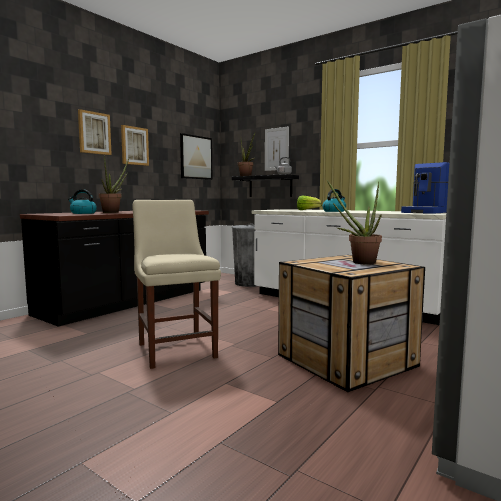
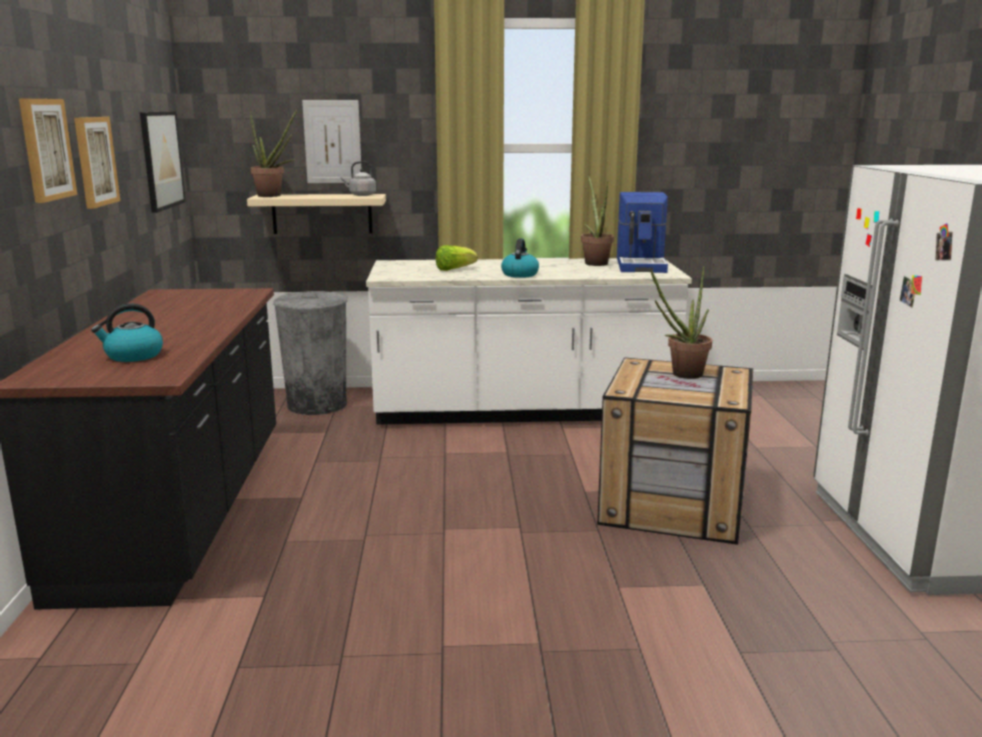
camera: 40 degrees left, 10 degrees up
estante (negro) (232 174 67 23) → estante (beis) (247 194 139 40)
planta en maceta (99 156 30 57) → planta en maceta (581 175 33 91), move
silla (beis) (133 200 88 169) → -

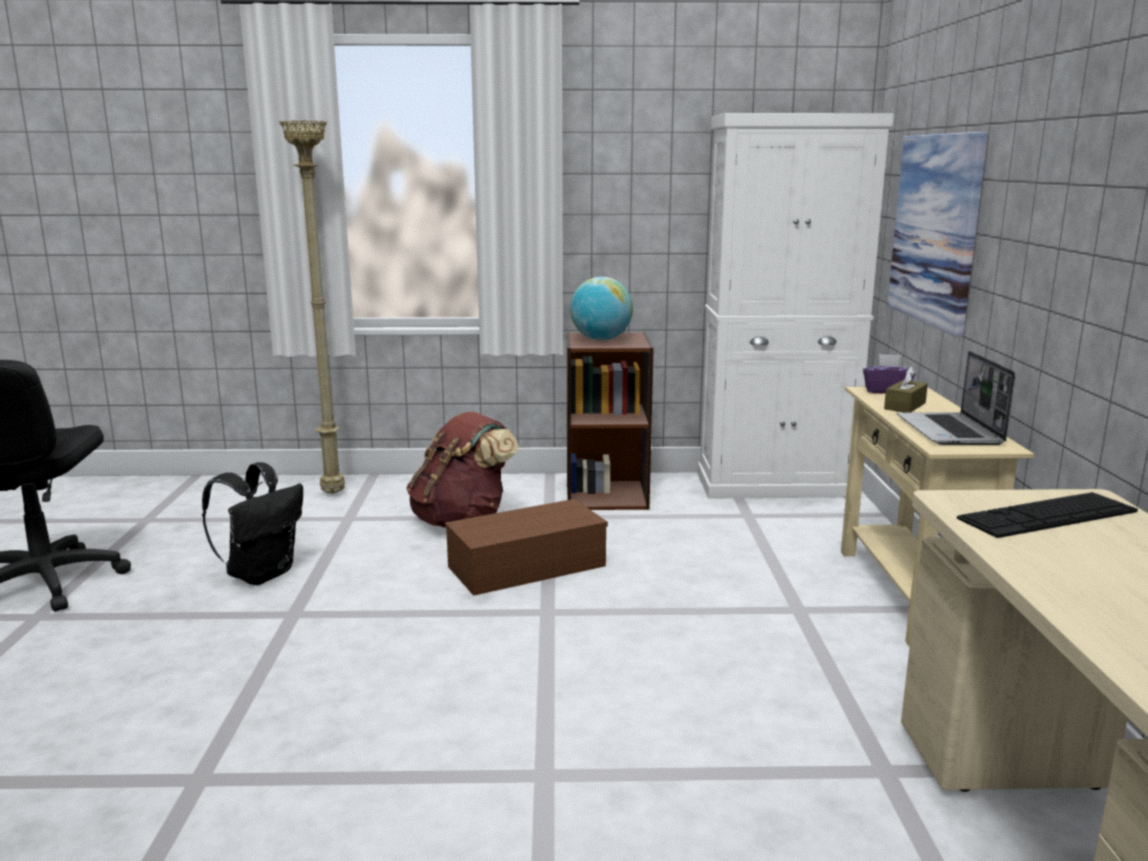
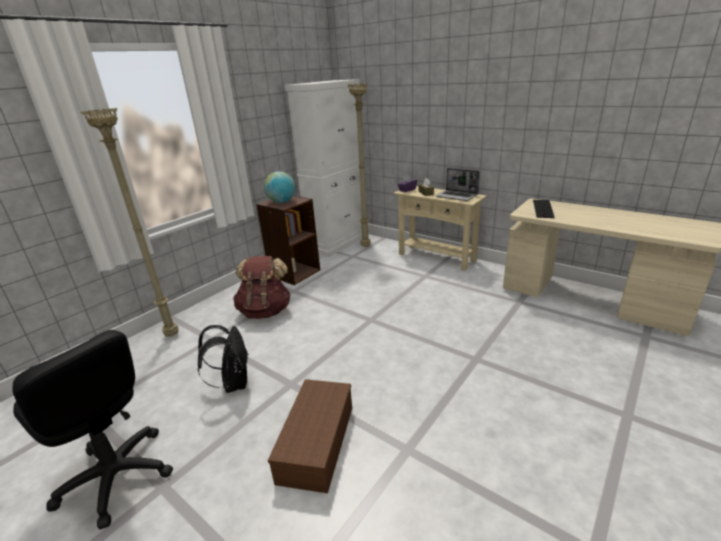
camera: 50 degrees left, 10 degrees up
caja de almacenaje (marrón) (445 499 163 97) → caja de almacenaje (marrón) (268 379 84 114), move
- → lámpara de pie (beis) (347 84 24 163)
cuadro (887 132 101 205) → -

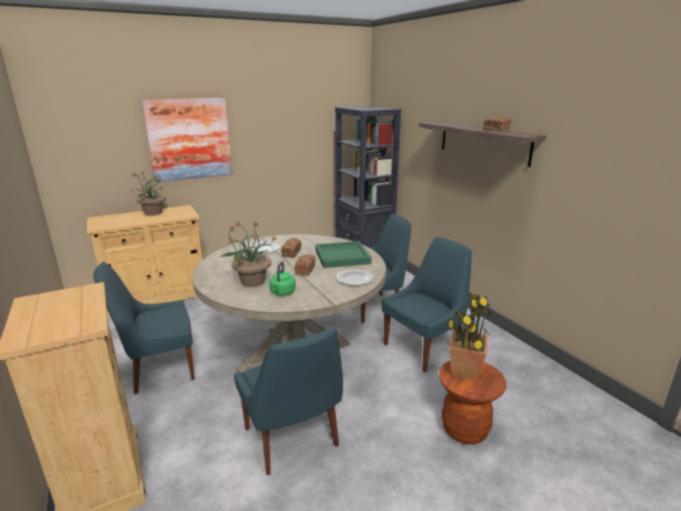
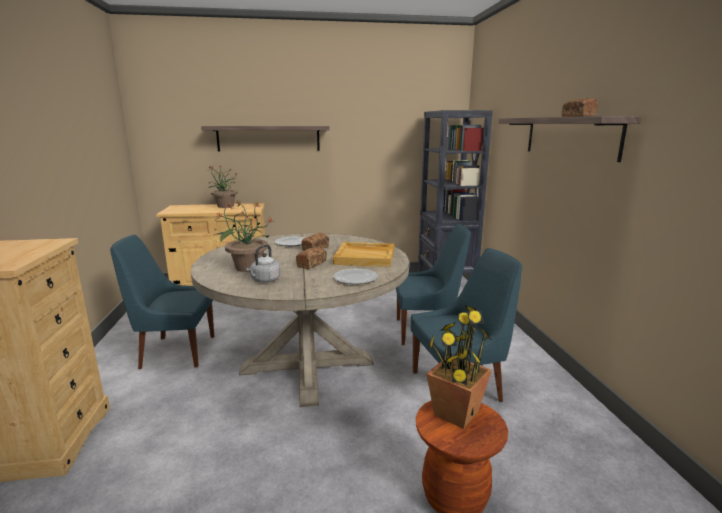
camera: 20 degrees right, 5 degrees down
cuadro (142 98 90 84) → estante (201 126 129 26)
hervidor (verde) (269 261 27 35) → hervidor (gris) (246 244 35 38)
bandeja (verde) (315 241 57 27) → bandeja (beis) (333 242 61 25)
silla (azul) (234 328 109 147) → -

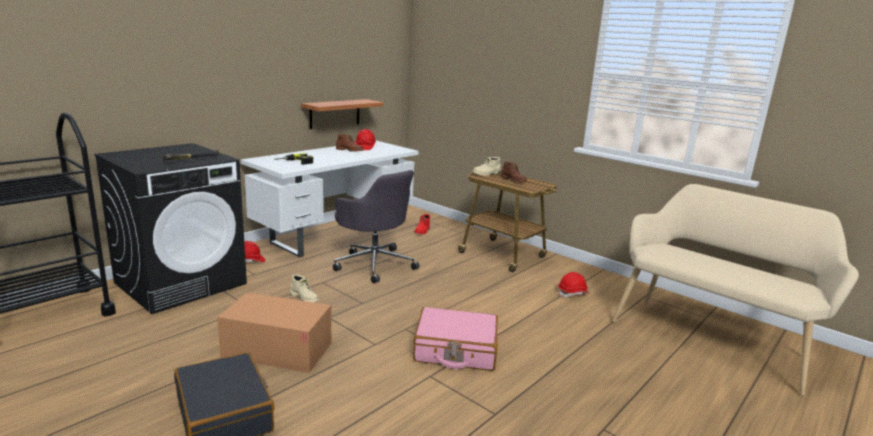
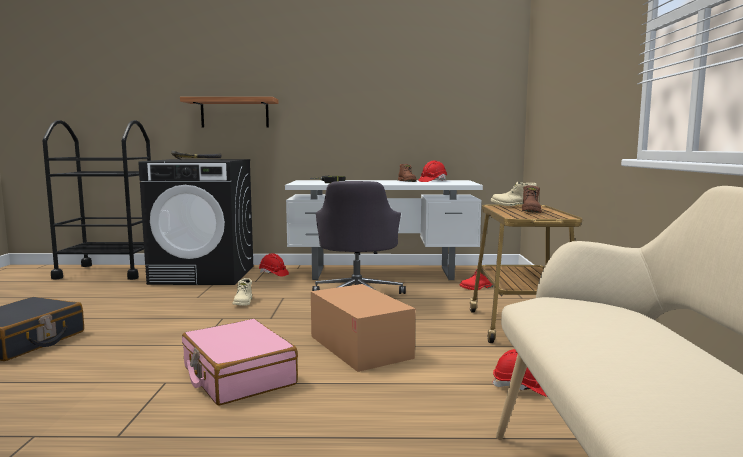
camera: 50 degrees right, 10 degrees down
estante (301 99 82 30) → estante (180 97 98 31), move
caja de cartón (217 292 114 81) → caja de cartón (311 284 104 88), move

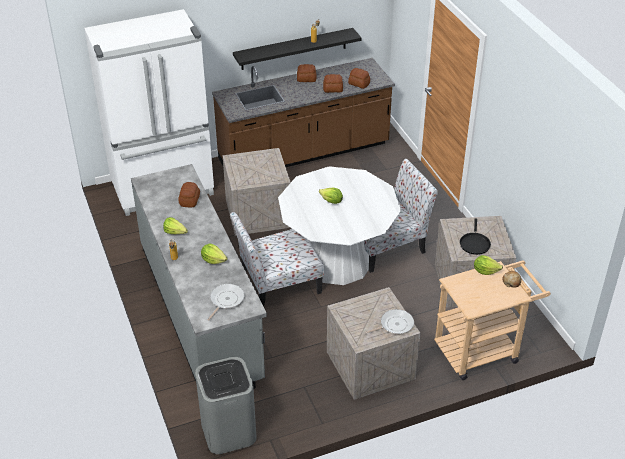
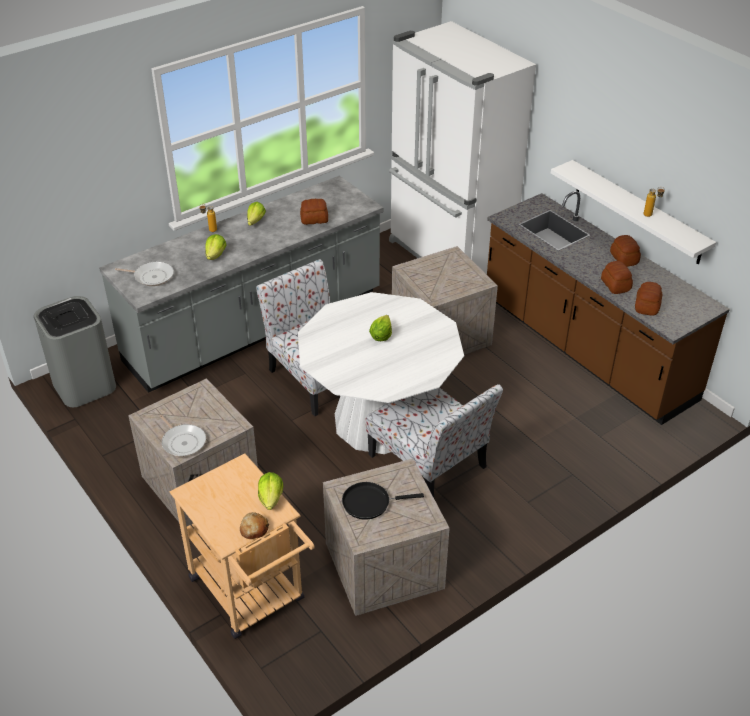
camera: 75 degrees right, 0 degrees up
estante (negro) (233 28 129 42) → estante (blanco) (551 160 165 105)

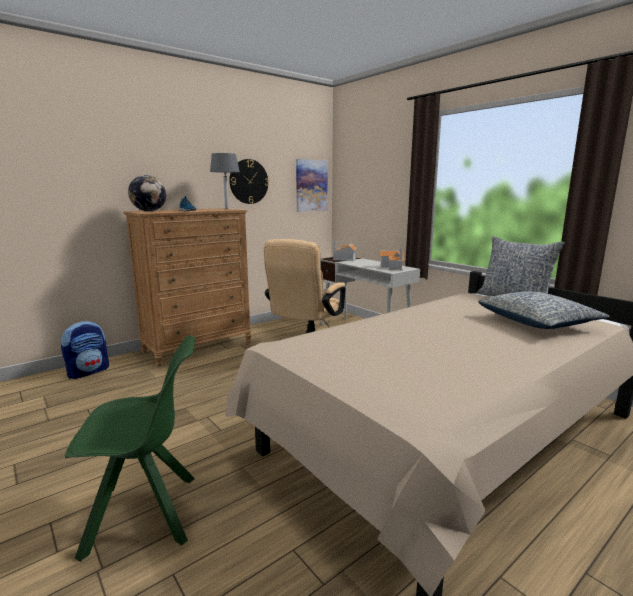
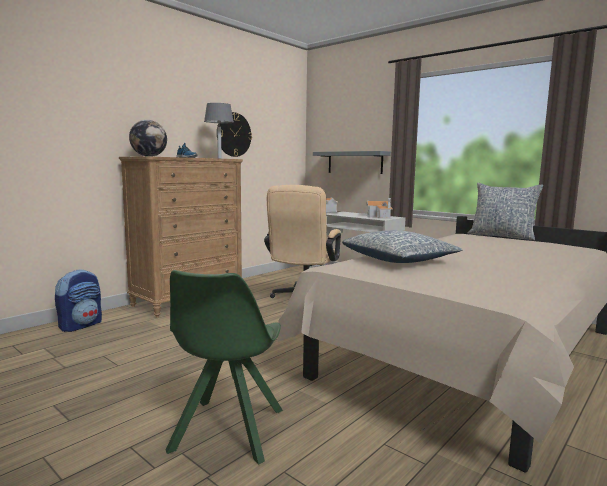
camera: 10 degrees left, 5 degrees down
silla (verde) (65 335 130 227) → silla (verde) (166 270 117 194), 120 degrees clockwise
- → estante (gris) (313 151 78 23)
cojín (478 291 132 38) → cojín (342 230 121 33), move
cuadro (296 159 32 53) → -

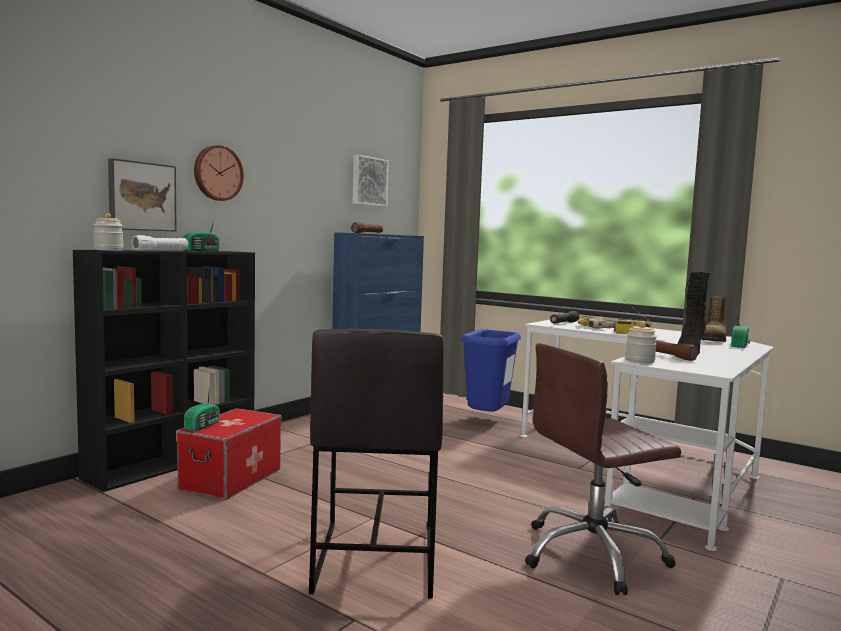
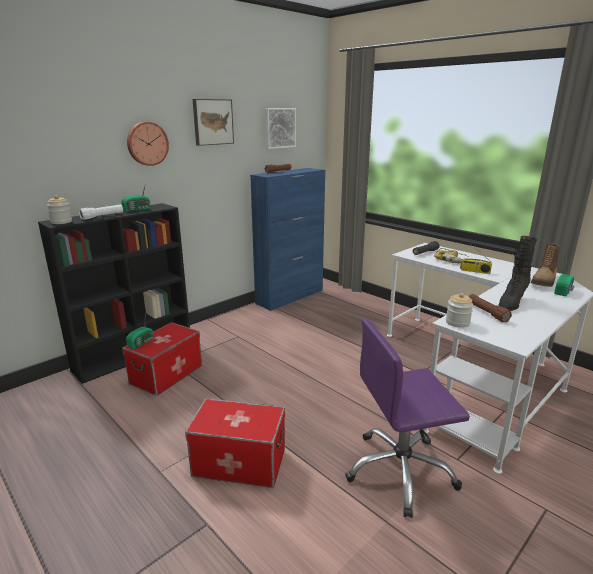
camera: 10 degrees right, 15 degrees up
taburete (gris) (309 329 135 270) → caja de almacenaje (185 398 100 90)
cuadro (108 158 69 74) → cuadro (193 99 41 47), move
silla de oficina (marrón) (525 343 156 252) → silla de oficina (morado) (345 318 125 200)
papelera (azul) (461 329 60 83) → -

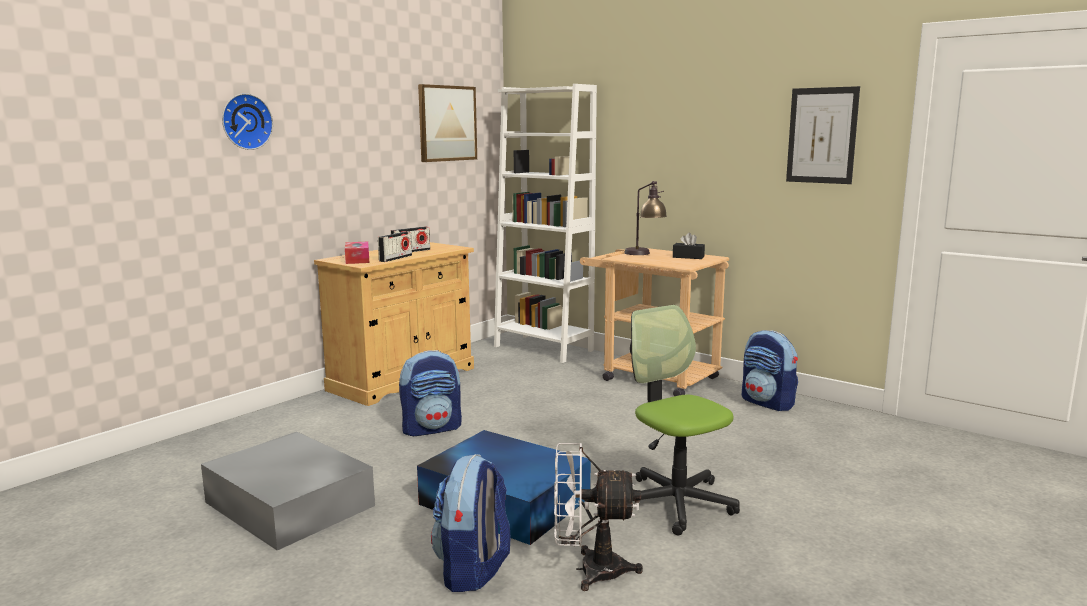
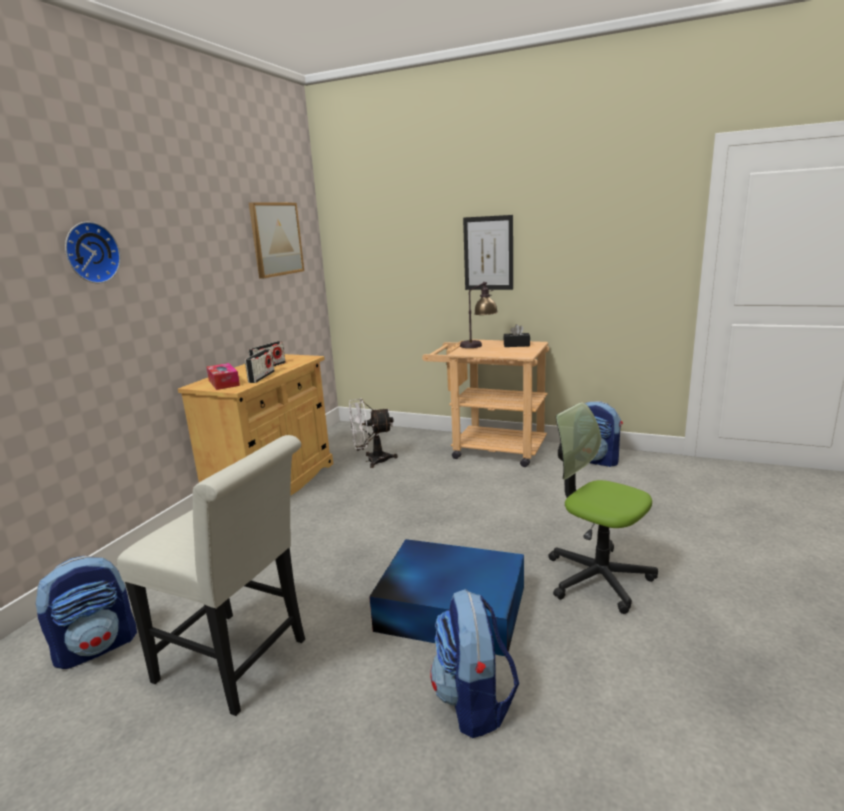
camera: 15 degrees left, 5 degrees up
mochila (399 350 63 86) → mochila (35 556 102 113), move
caja de almacenaje (gris) (201 432 174 119) → silla (blanco) (117 435 188 281)
ventilador (blanco) (554 443 89 148) → ventilador (blanco) (349 398 49 70), move
cuadro (786 86 74 98) → cuadro (463 215 50 75), move
estantería (blanco) (494 84 103 279) → -

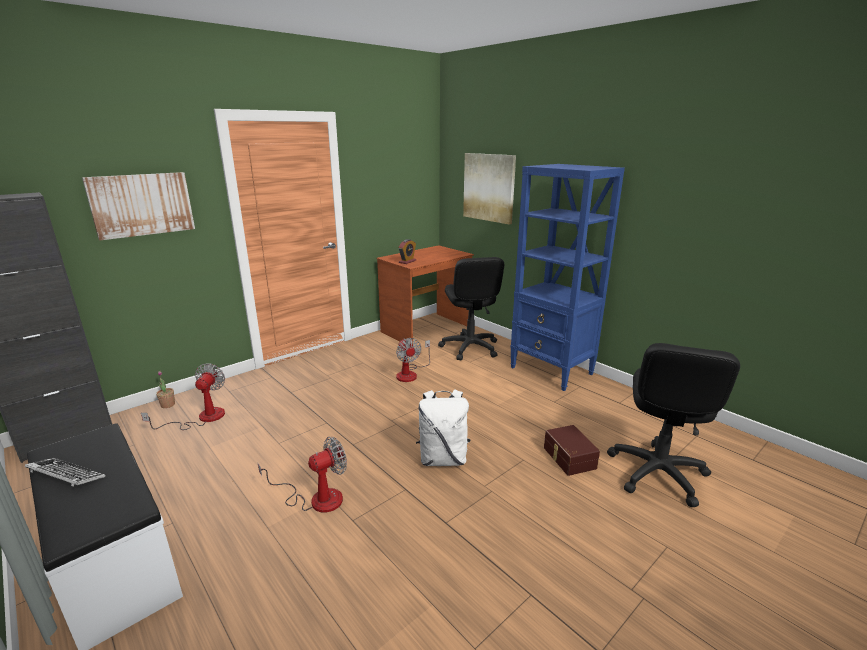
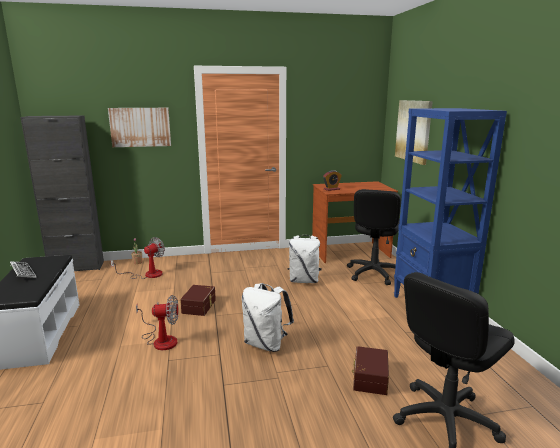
camera: 30 degrees right, 5 degrees down
- → caja de almacenaje (marrón) (180 285 36 31)
ventilador (396 338 34 44) → mochila (blanco) (287 235 35 48)

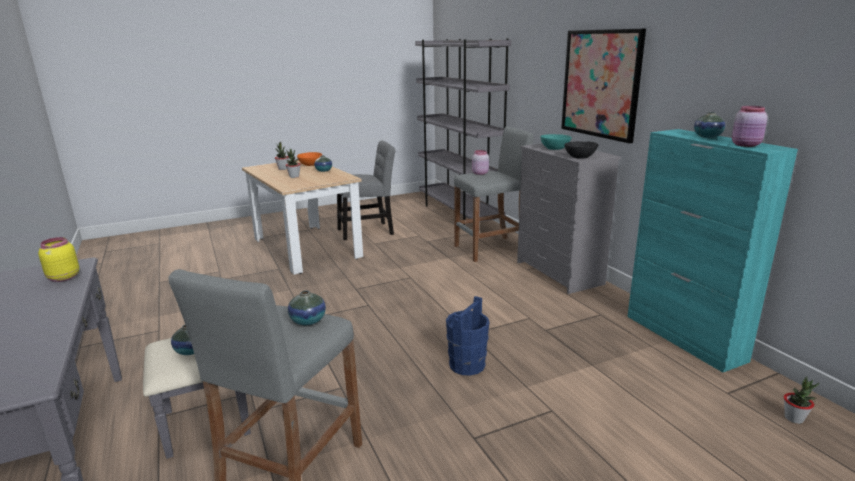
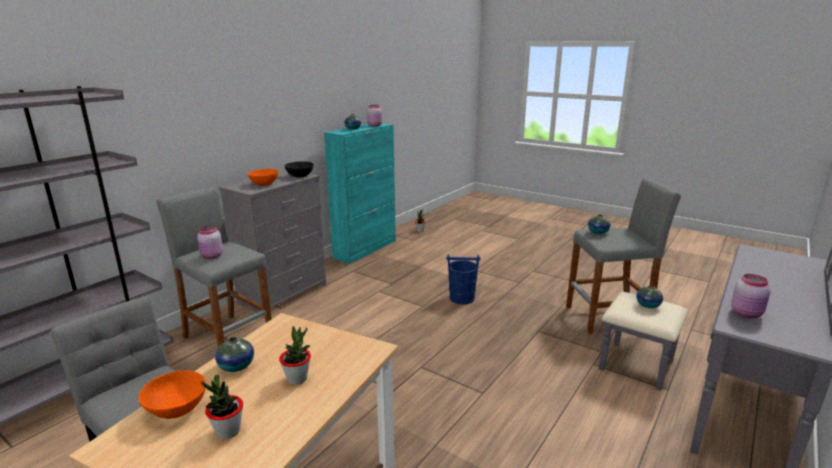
camera: 120 degrees left, 0 degrees up
cuenco (turquesa) (540 134 32 16) → cuenco (naranja) (248 169 31 17)
tarro (amarillo) (38 237 41 45) → tarro (rosa) (731 274 40 44)
cuadro (561 28 85 115) → -

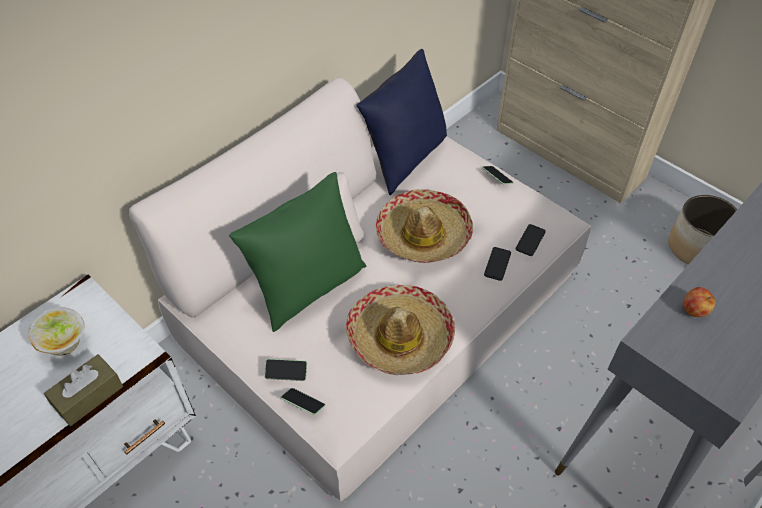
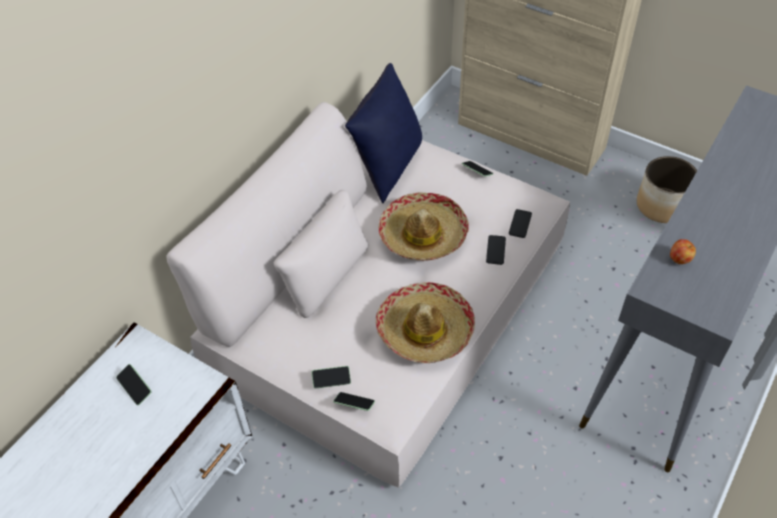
camera: 10 degrees left, 0 degrees up
cuenco (28 307 57 49) → móvil (116 364 35 41)
caja de pañuelos (marrón) (44 354 79 72) → -
cojín (verde) (229 172 138 160) → -

